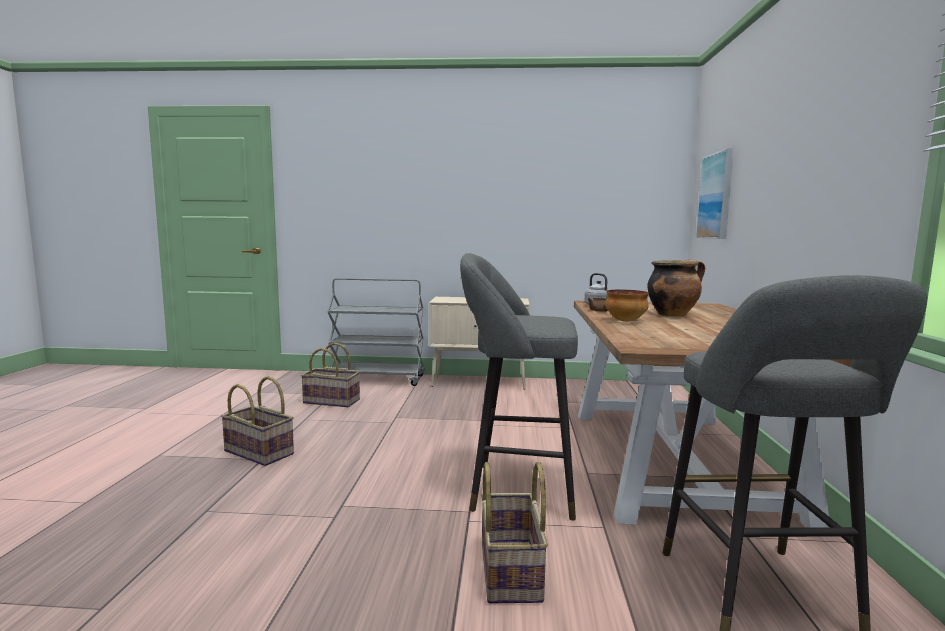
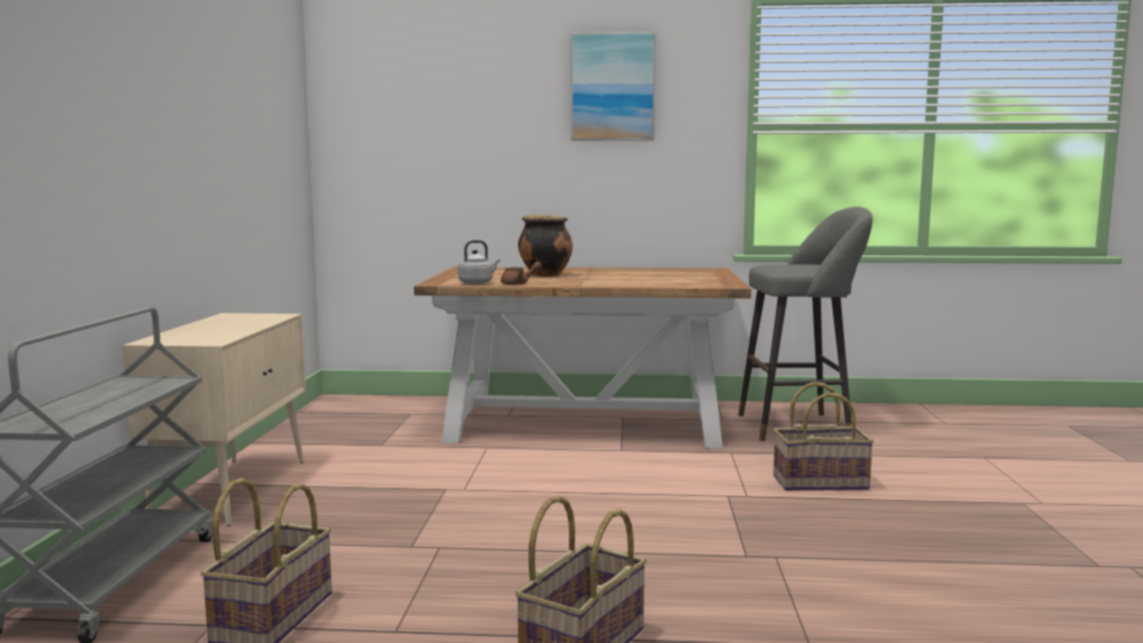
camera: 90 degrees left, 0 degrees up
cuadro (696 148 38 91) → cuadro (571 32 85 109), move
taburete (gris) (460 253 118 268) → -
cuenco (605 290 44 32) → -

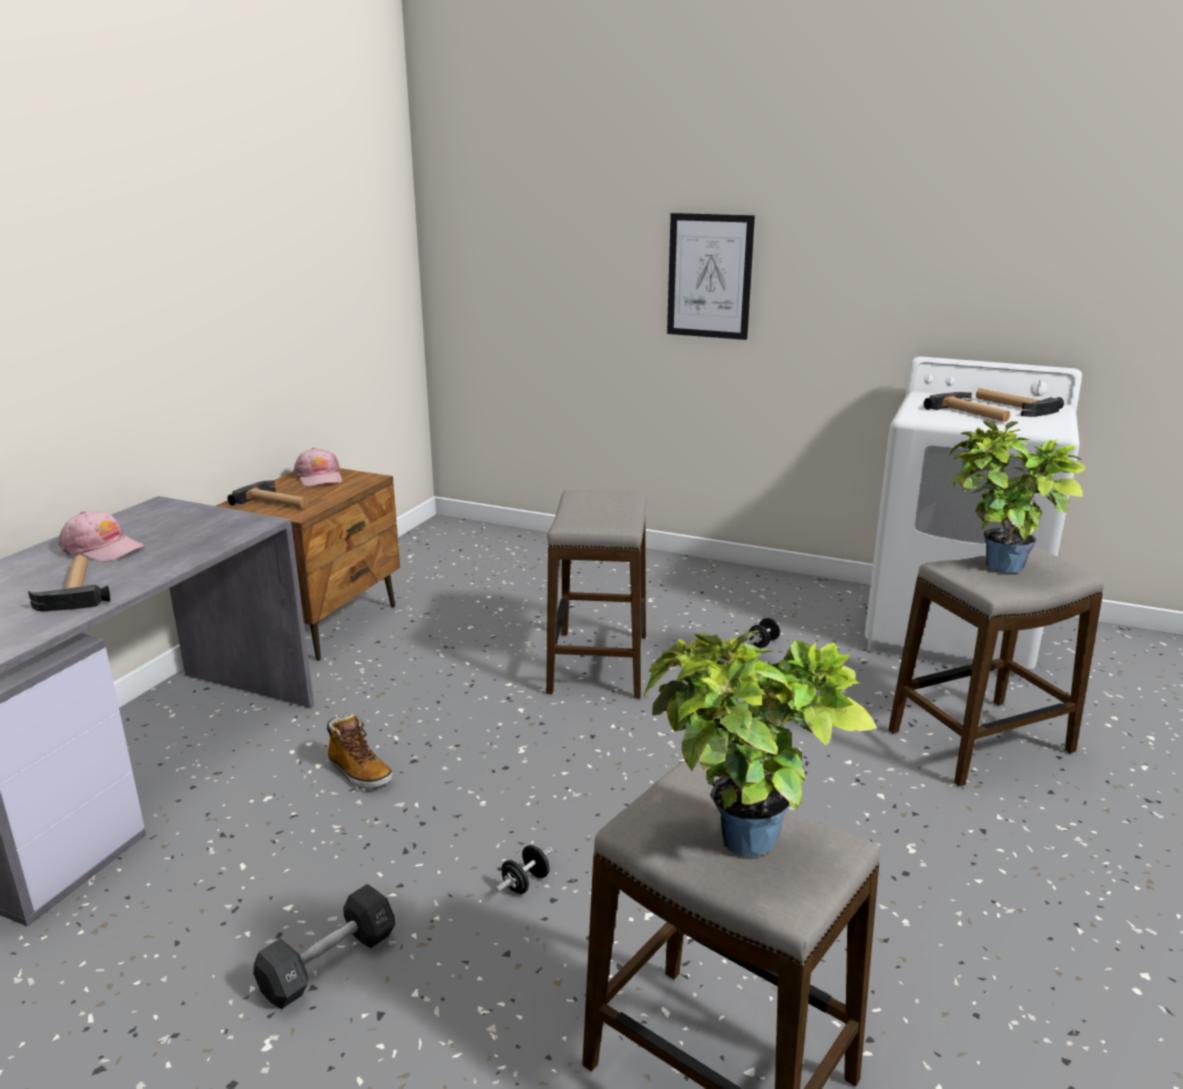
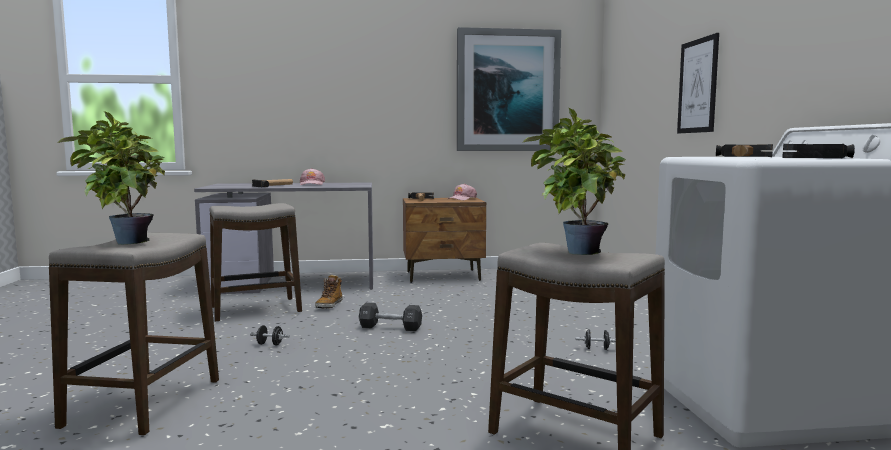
camera: 60 degrees right, 15 degrees down
taburete (546 490 101 209) → taburete (209 203 93 119), move
mancuerna (negro) (253 884 142 125) → mancuerna (negro) (359 302 63 30), move
- → cuadro (457 27 104 124)

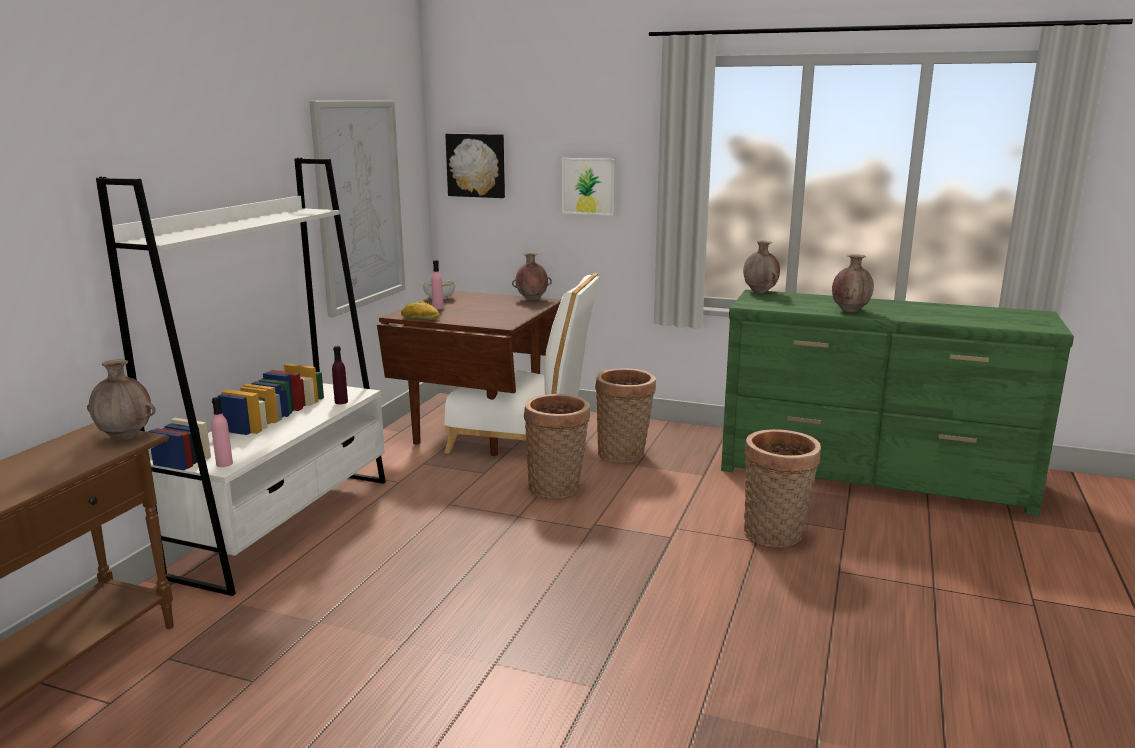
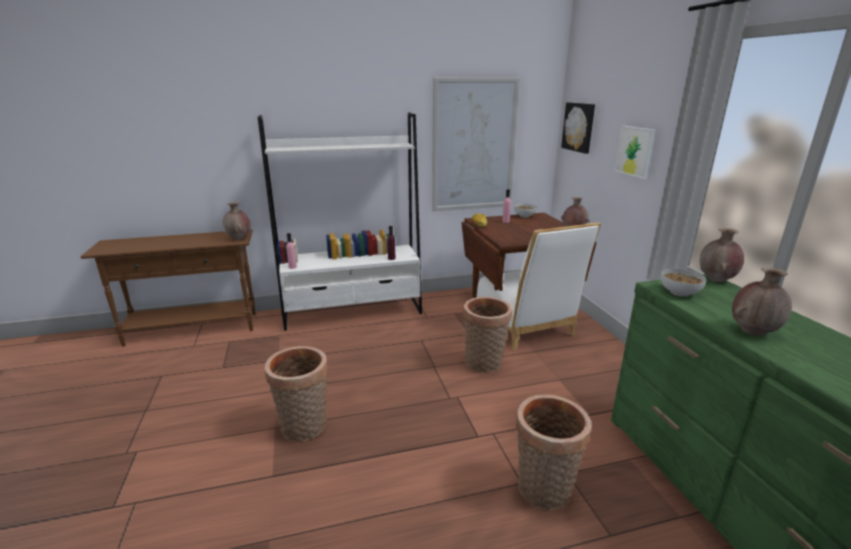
camera: 55 degrees right, 5 degrees up
cesta (595 368 61 95) → cesta (265 346 63 96), move
- → cuenco (661 269 45 28)

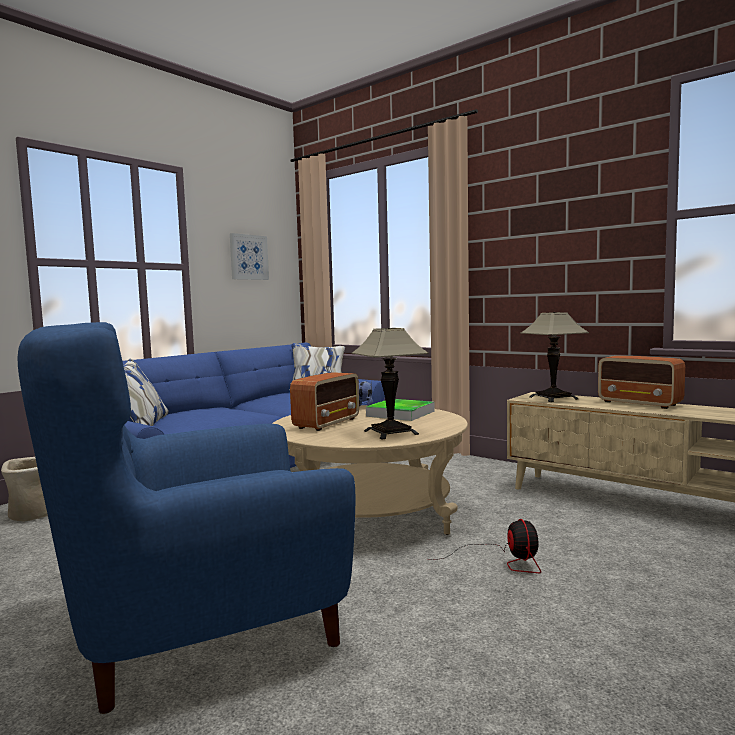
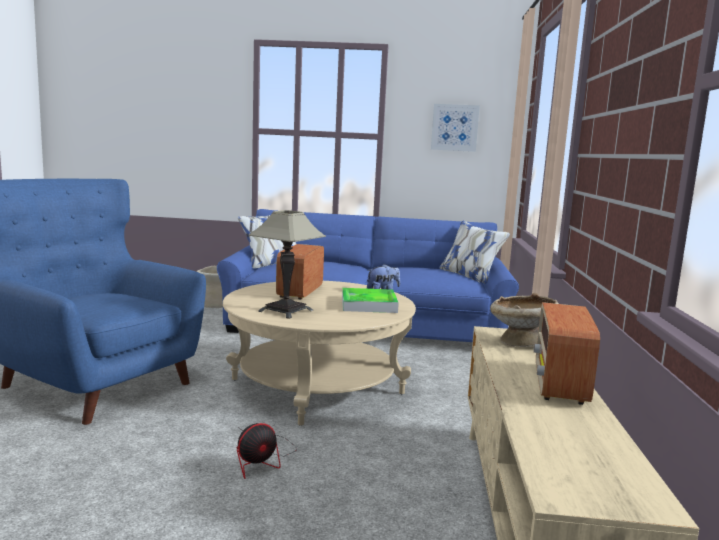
camera: 55 degrees right, 5 degrees up
radio (290 372 69 59) → radio (276 244 48 56), 105 degrees clockwise
lámpara de mesa (521 312 68 90) → cuenco (beis) (490 293 69 54)

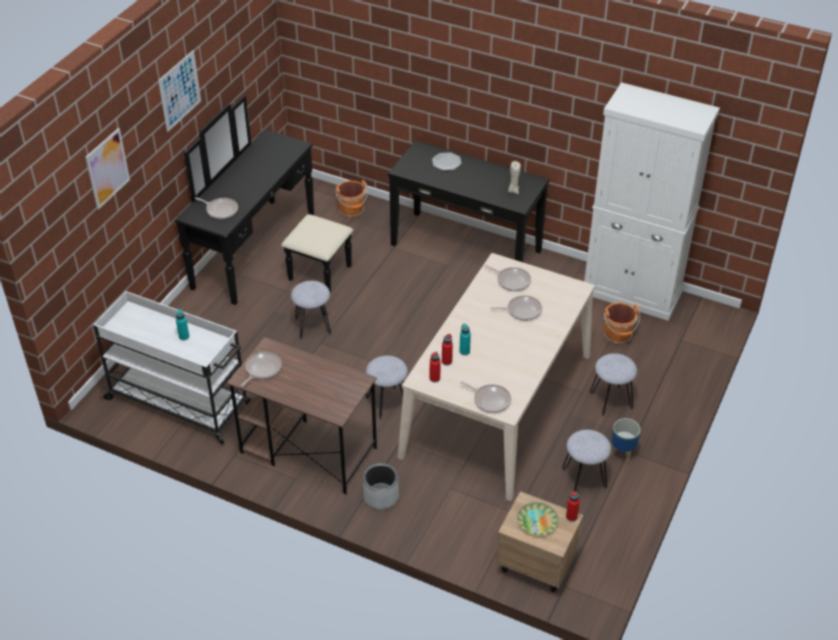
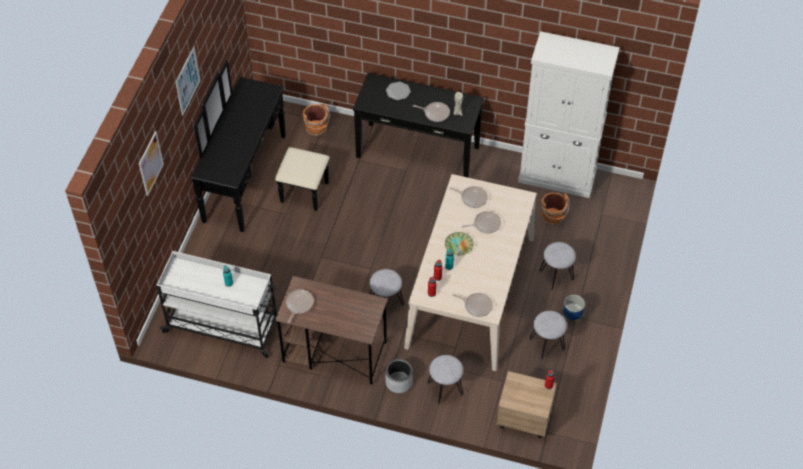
camera: 10 degrees left, 10 degrees up
sartén (195 197 43 22) → sartén (413 102 37 20), move
taburete (gris) (291 281 40 59) → taburete (gris) (428 355 35 49), move
plato (517 502 42 34) → plato (445 232 29 24), move

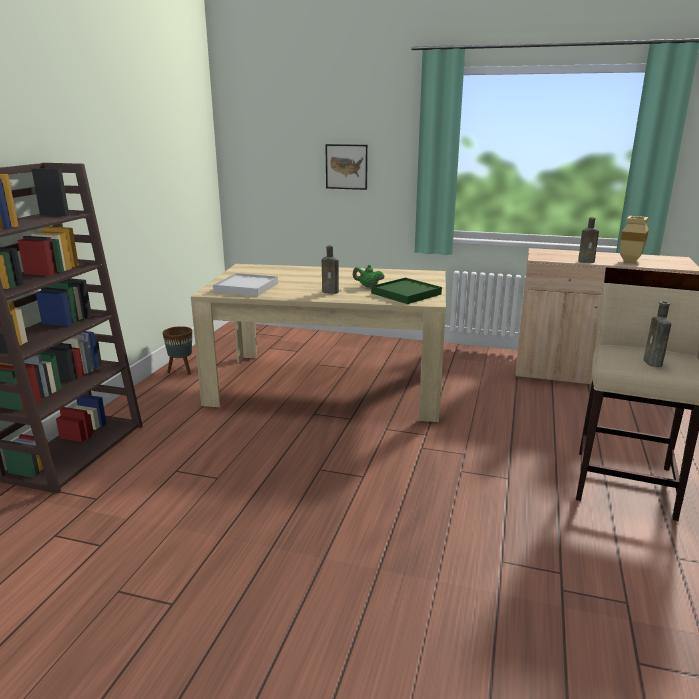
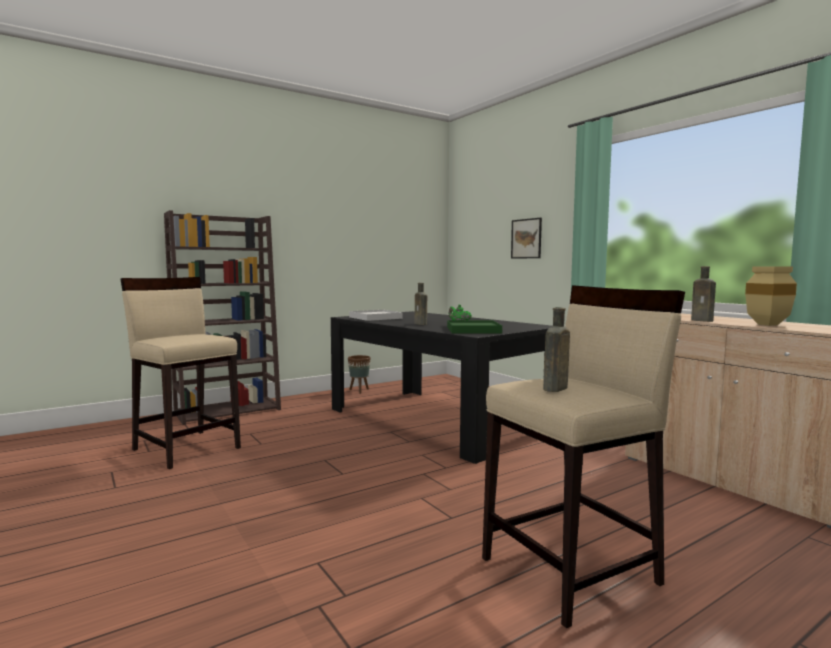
camera: 40 degrees right, 15 degrees down
- → taburete (beis) (120 277 121 192)
mesa de comedor (beis) (191 264 255 158) → mesa de comedor (negro) (331 311 221 153)

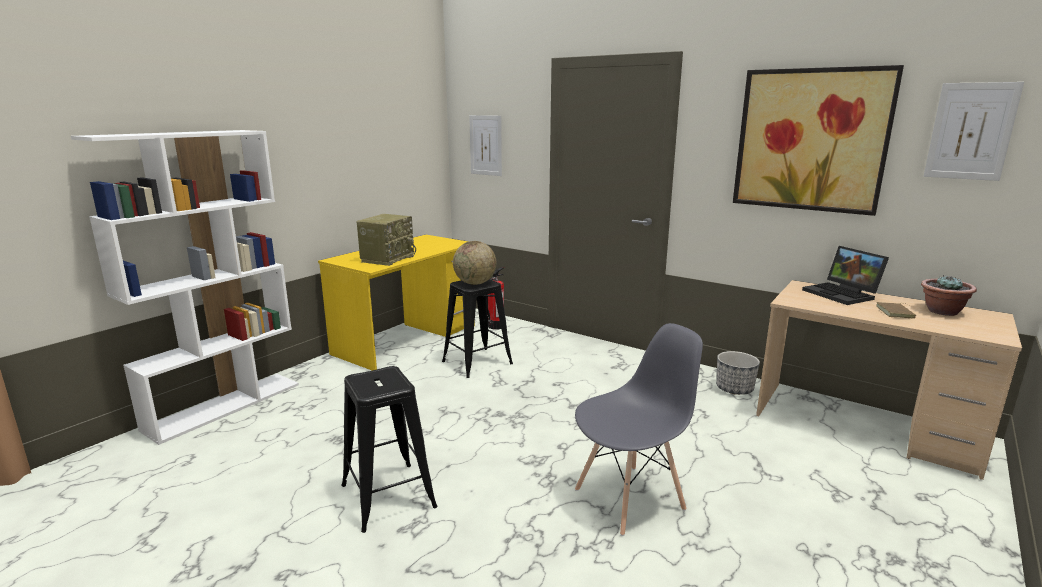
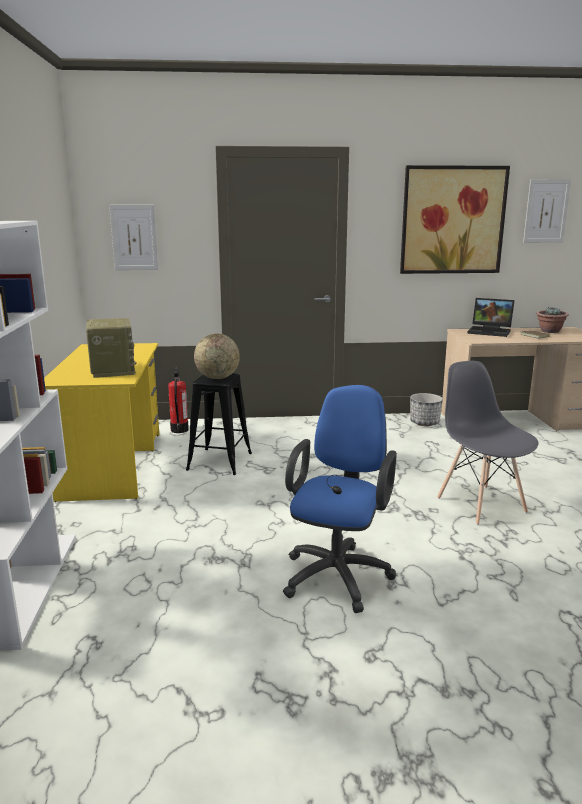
camera: 40 degrees left, 0 degrees up
taburete (negro) (341 366 97 167) → silla de oficina (azul) (283 385 114 228)
silla (gris) (575 323 128 213) → silla (gris) (437 361 102 164), 45 degrees counterclockwise

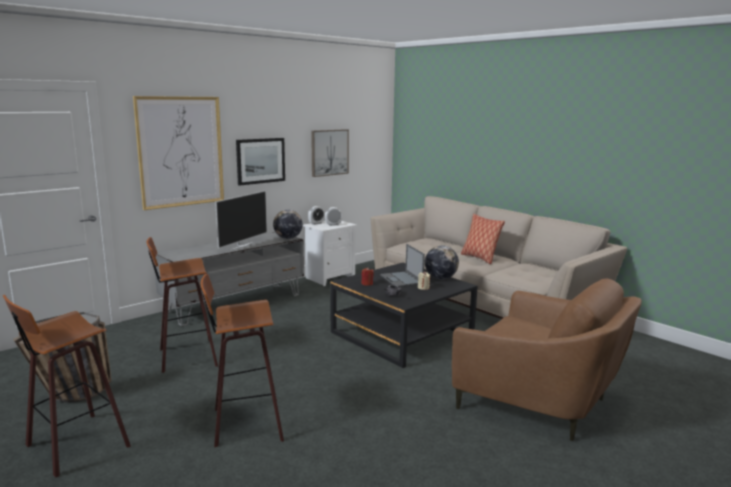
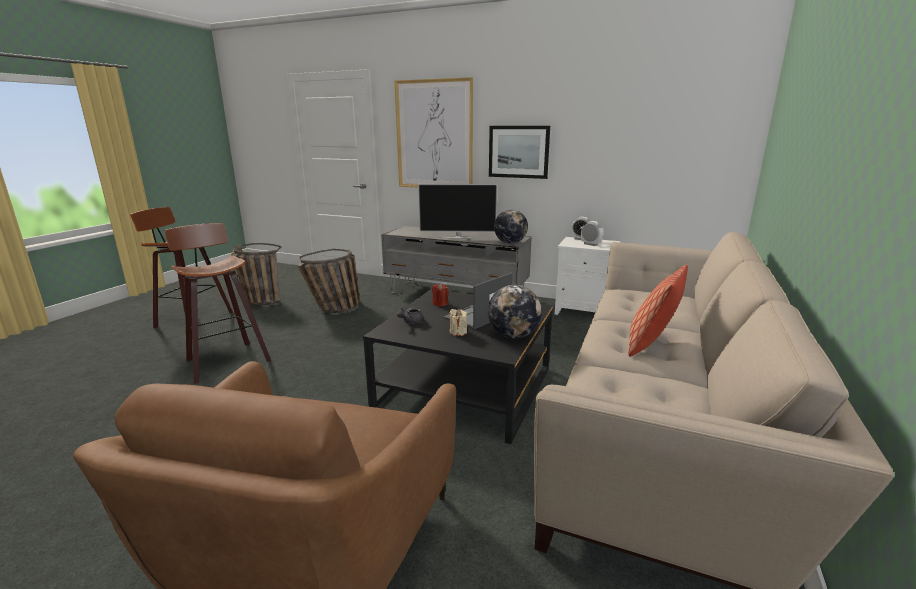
camera: 65 degrees right, 5 degrees up
taburete (147 237 71 136) → cesta (297 249 63 64)
cuadro (311 129 38 48) → -

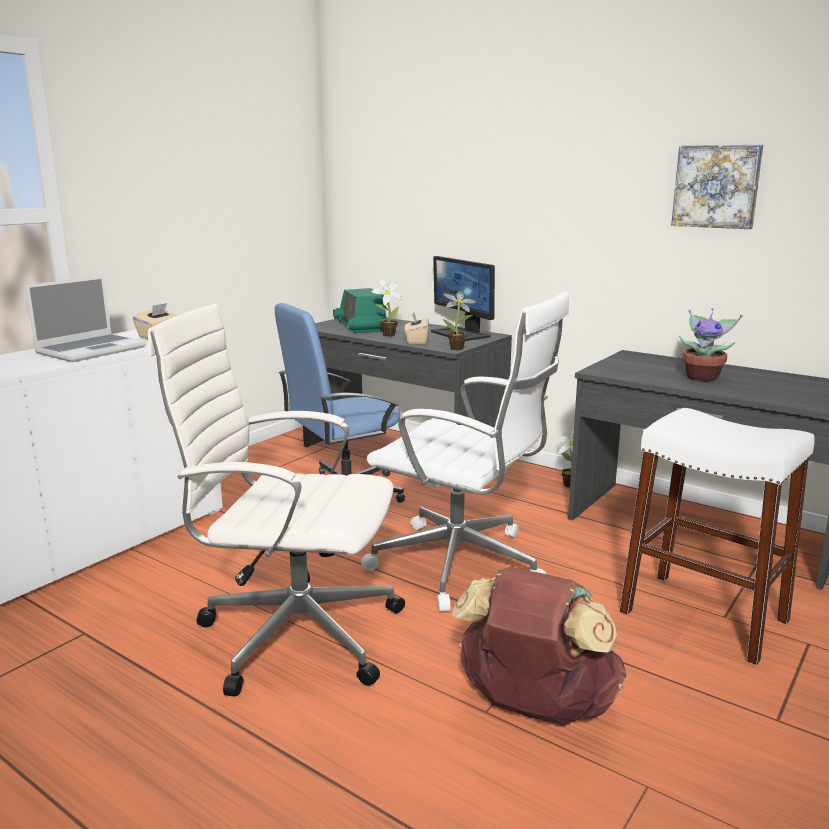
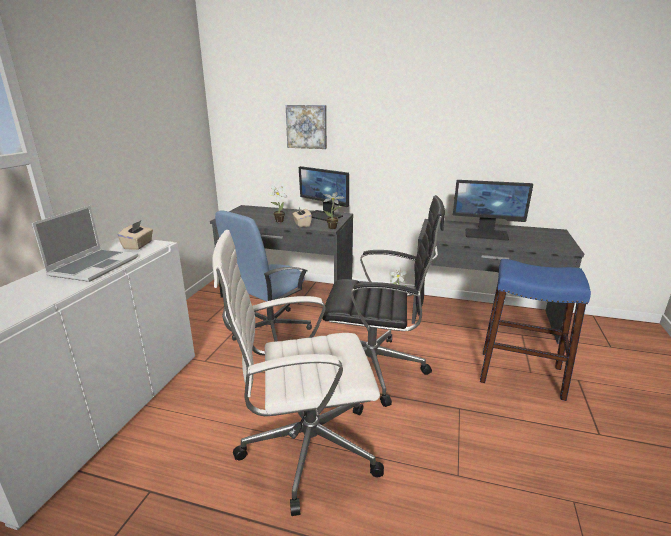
camera: 20 degrees left, 5 degrees up
cuadro (671 145 92 84) → cuadro (286 105 41 44), move
silla de oficina (blanco) (361 292 209 319) → silla de oficina (negro) (322 195 123 212)
planta en maceta (679 308 63 73) → monitor (453 180 80 61)
taburete (blanco) (620 408 194 257) → taburete (azul) (480 259 111 142)
radio (333 288 54 45) → -
mochila (marrón) (452 567 174 158) → -

